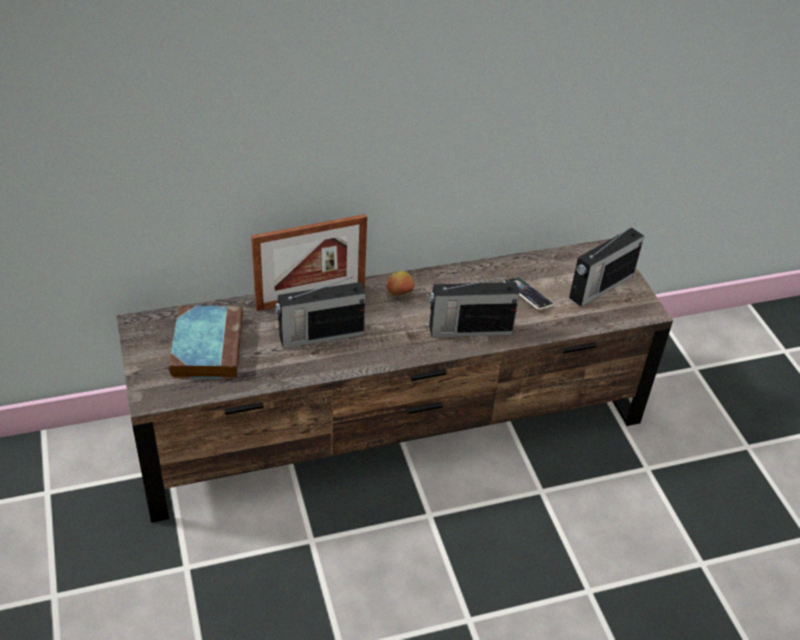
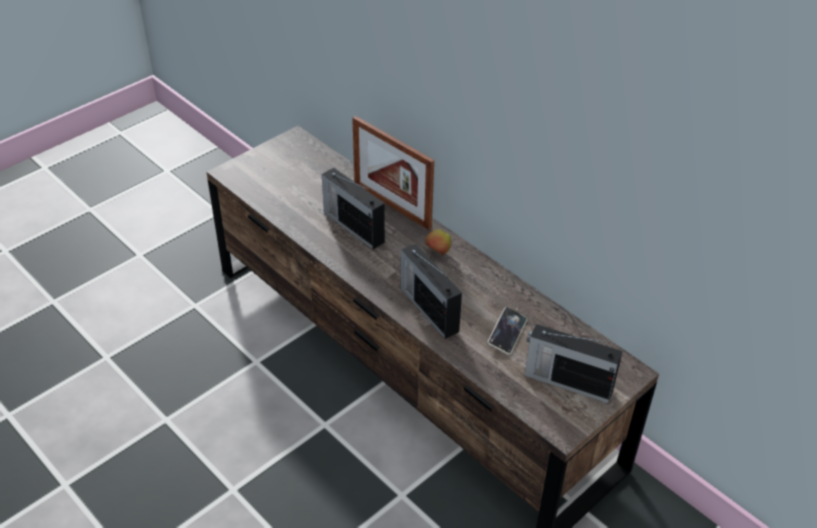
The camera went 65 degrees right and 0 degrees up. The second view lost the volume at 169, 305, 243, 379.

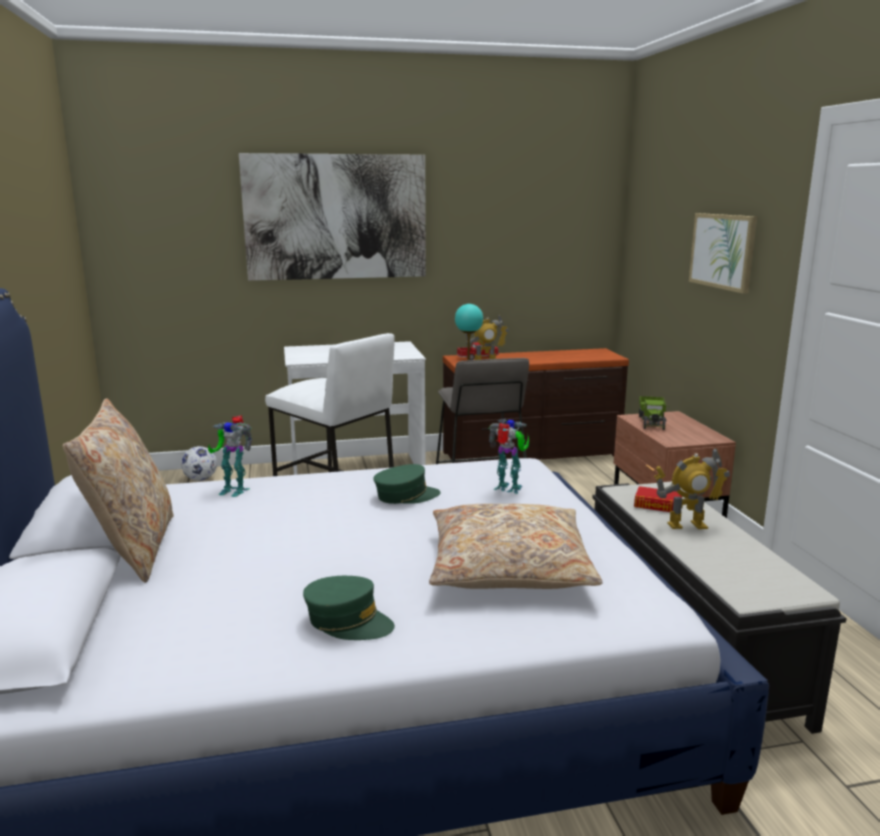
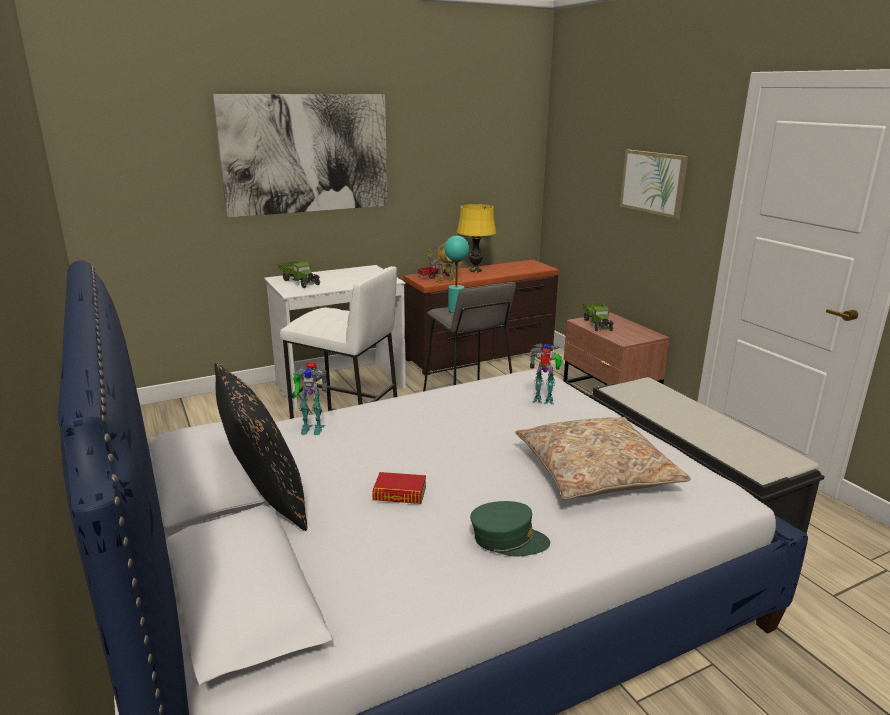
The camera went 15 degrees left and 5 degrees up. The second view lost the football ball at 181, 446, 217, 481. The second view lost the greenish peaked cap at 373, 464, 441, 504. The second view lost the toy robot at 654, 448, 730, 529. The second view gained the toy lorry at 278, 261, 320, 288. The second view gained the yellowish tabletop lamp at 457, 204, 496, 272. The volume ended up elsewhere, having gone from 634, 486, 682, 512 to 372, 472, 426, 504. What was the beige pillow at 62, 398, 174, 583 turned into the black-coloured pillow at 215, 363, 307, 531.

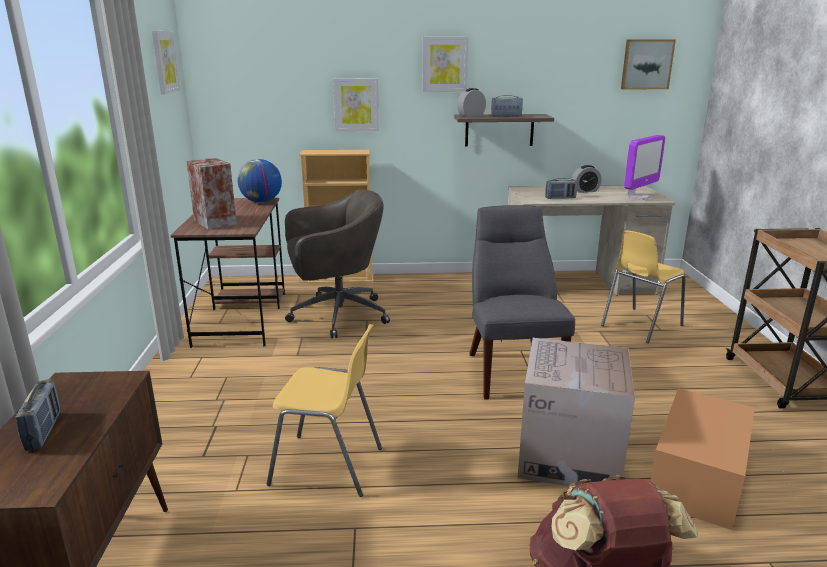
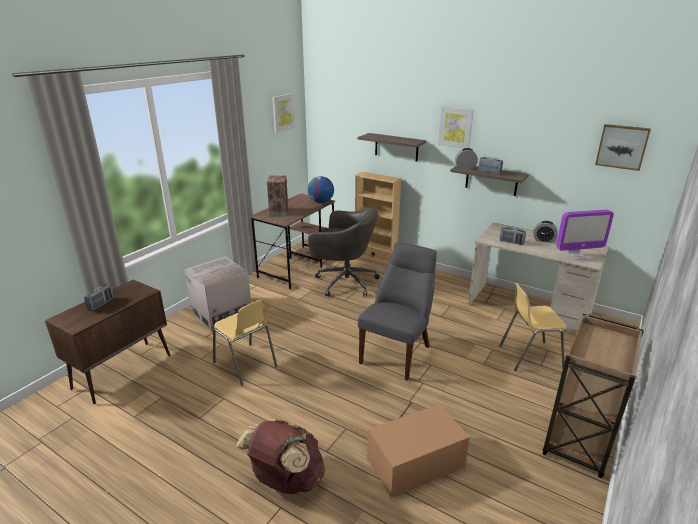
The camera went 35 degrees right and 5 degrees up. The packing box ended up elsewhere, having gone from 518, 338, 635, 486 to 184, 256, 251, 332. Where the wall art hung at 333, 78, 379, 131, the shelf came to hang at 358, 133, 427, 162.

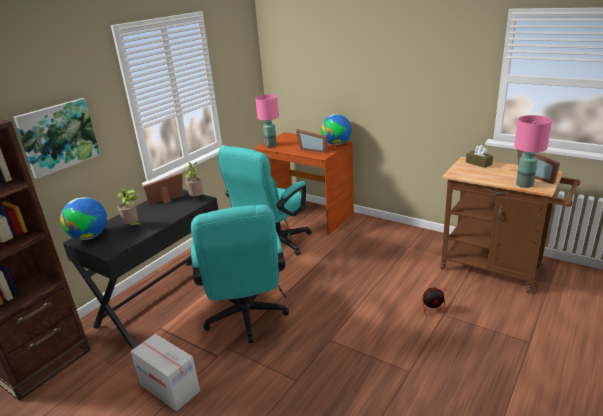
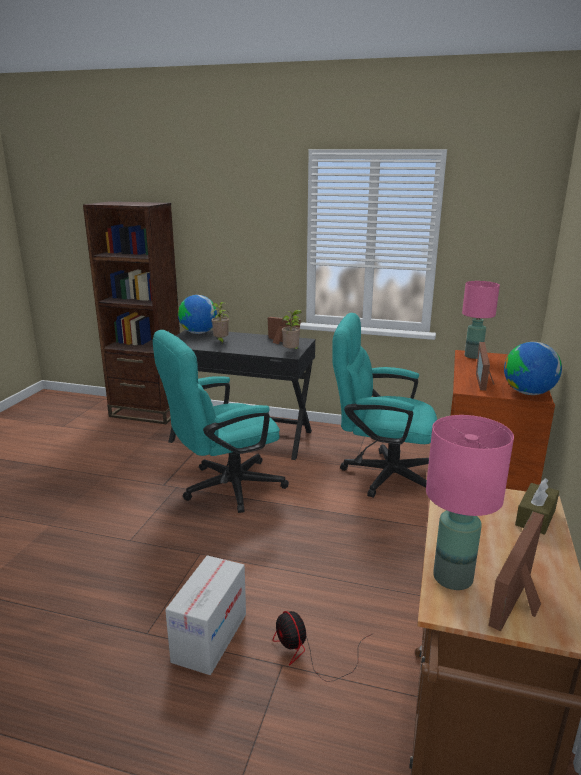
The camera went 70 degrees right and 5 degrees down. The second view lost the wall art at 13, 98, 100, 179. The packing box ended up elsewhere, having gone from 131, 334, 200, 411 to 165, 555, 246, 675.

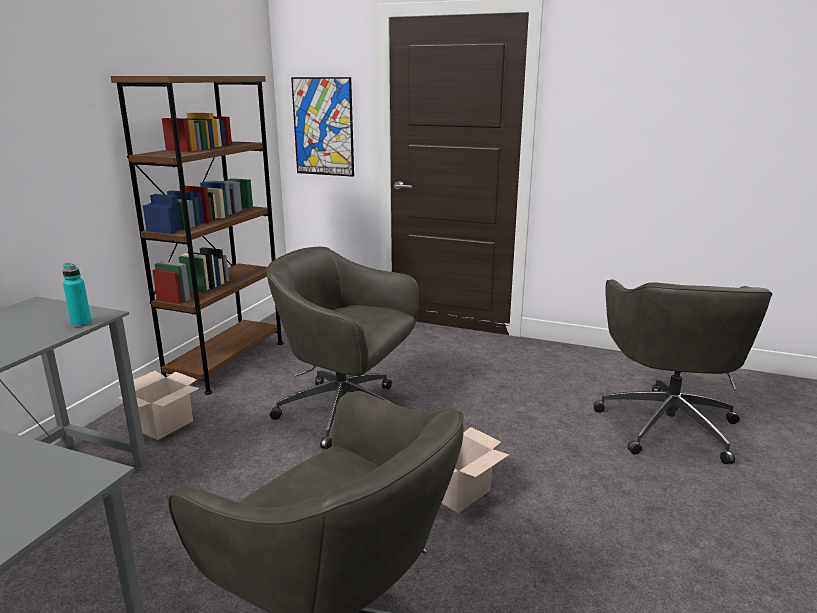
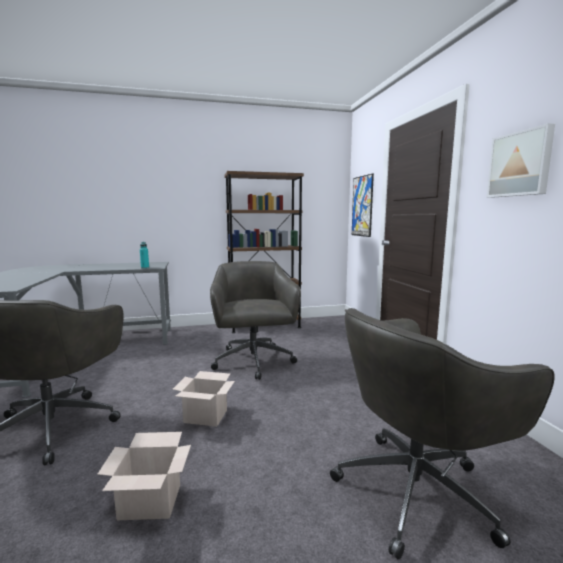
The camera went 55 degrees right and 10 degrees down. The second view gained the wall art at 487, 123, 555, 198. The packing box ended up elsewhere, having gone from 118, 371, 200, 440 to 97, 432, 191, 520.

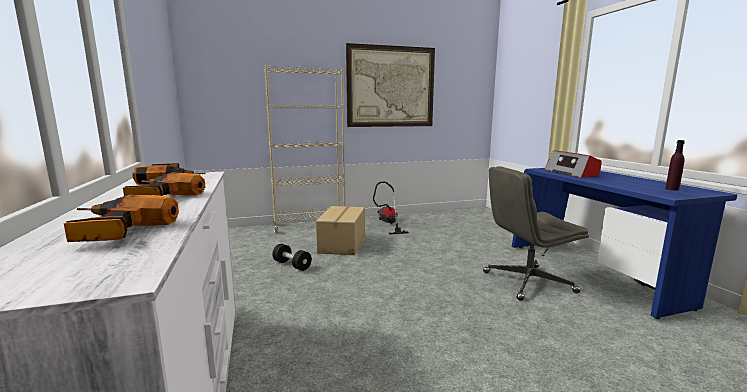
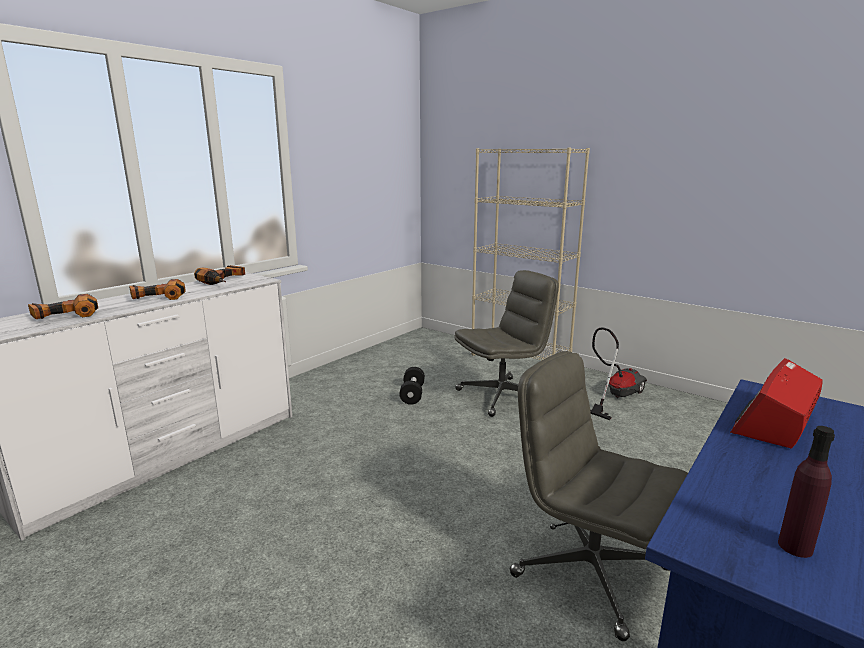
The camera went 55 degrees right and 5 degrees up. The second view lost the wall art at 346, 43, 435, 127. Where the packing box stood at 316, 206, 365, 255, the greyish office chair came to stand at 454, 270, 559, 417.

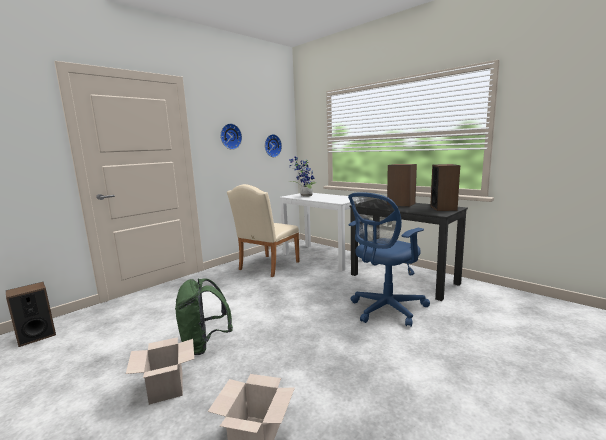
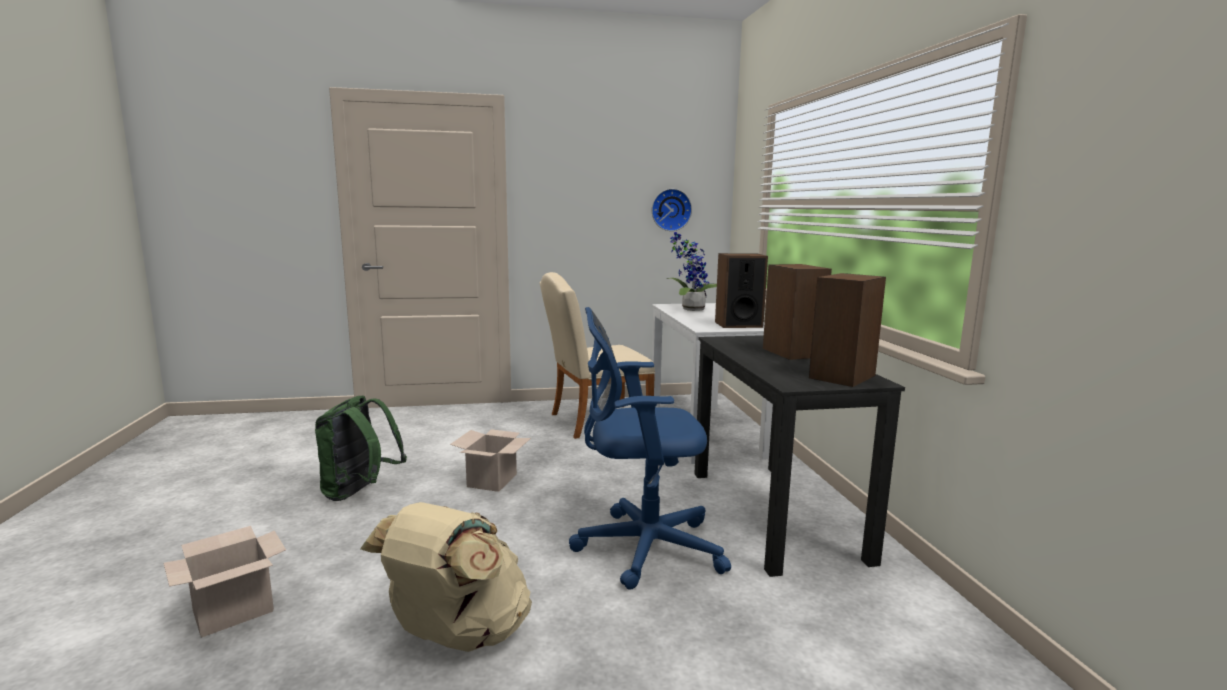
The camera went 35 degrees right and 0 degrees up. The second view lost the clock on the wall at 220, 123, 242, 150. The second view gained the beige backpack at 360, 502, 532, 652. The audio speaker ended up elsewhere, having gone from 6, 282, 56, 347 to 715, 253, 768, 328. The packing box ended up elsewhere, having gone from 126, 337, 194, 405 to 450, 429, 531, 492.

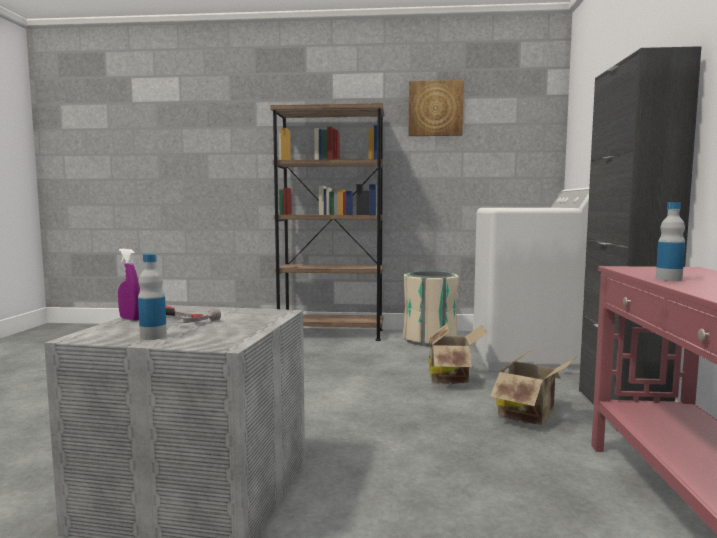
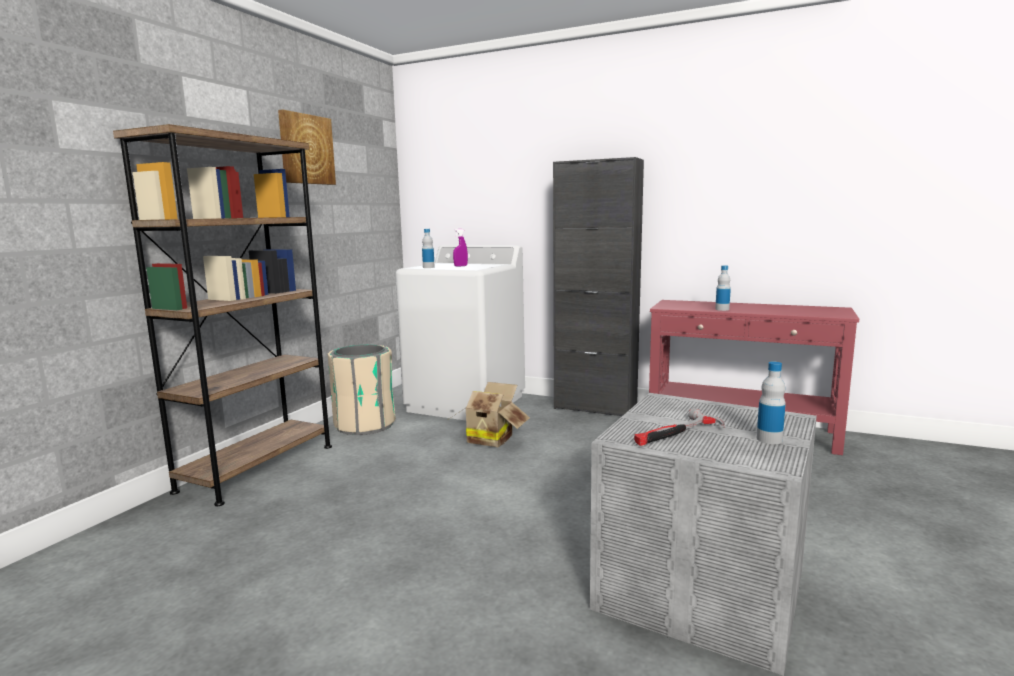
The camera went 70 degrees left and 5 degrees up. The second view lost the packing box at 490, 349, 578, 425. The second view gained the beverage bottle at 422, 229, 435, 268. The purple-coloured hand sprayer ended up elsewhere, having gone from 118, 248, 140, 321 to 453, 229, 468, 267.

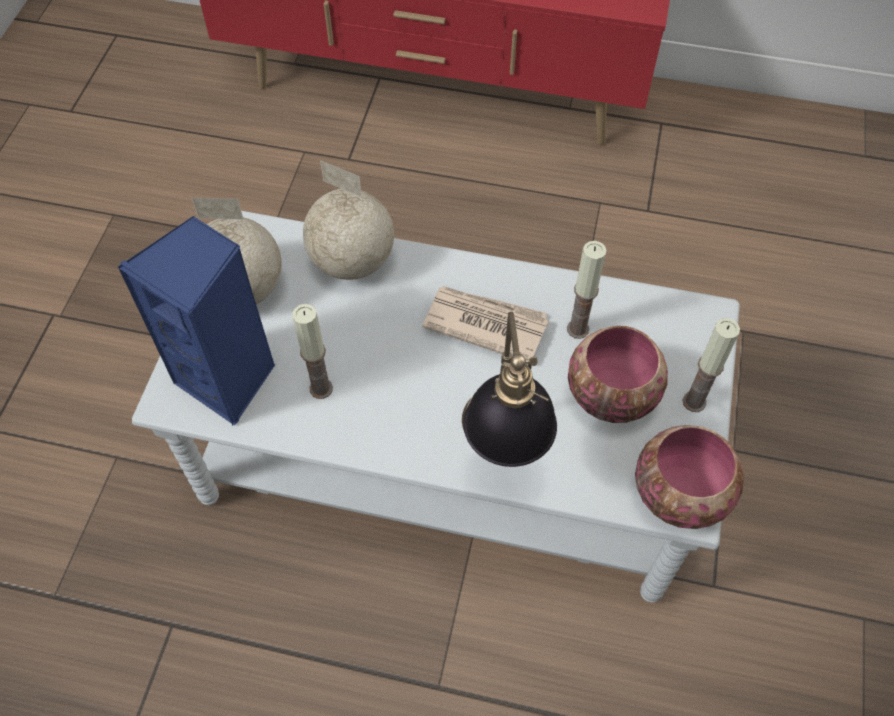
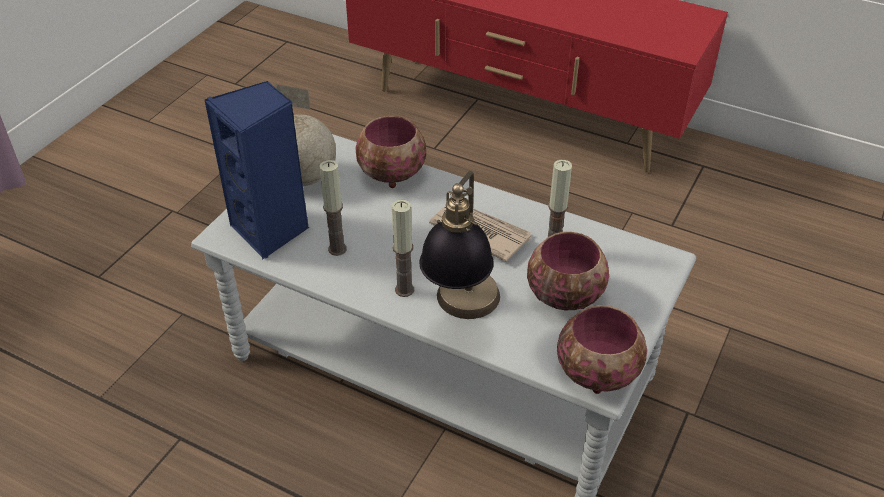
The camera went 15 degrees right and 15 degrees down. The wax candle ended up elsewhere, having gone from 683, 318, 740, 412 to 392, 200, 414, 297. Where the globe stood at 303, 160, 394, 280, the serving bowl came to stand at 355, 116, 426, 188.

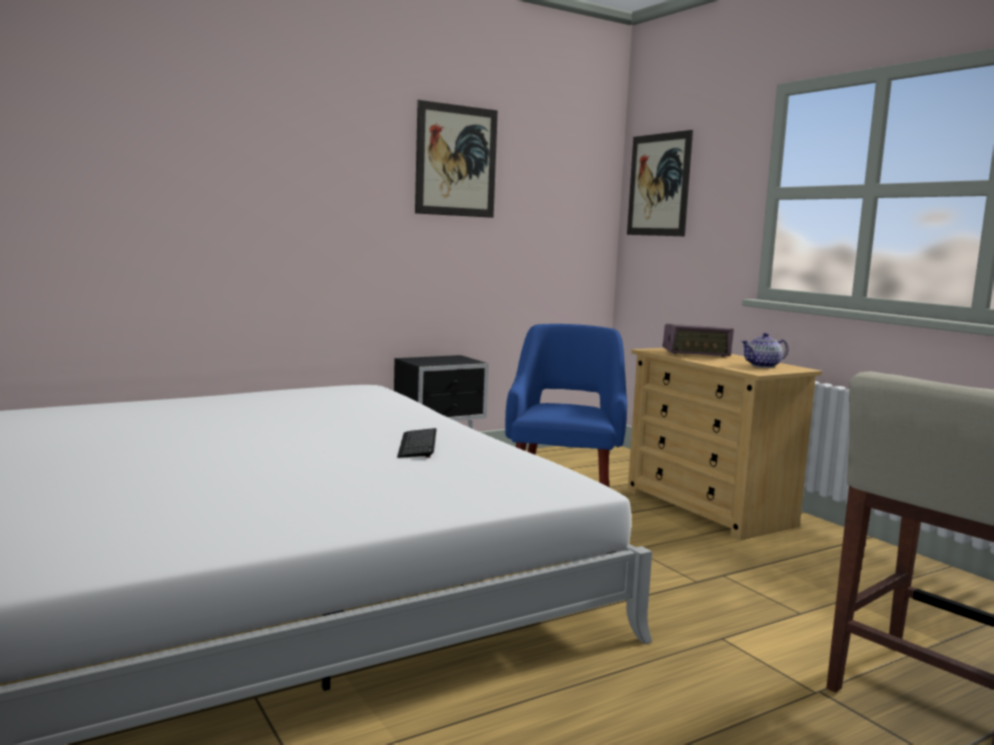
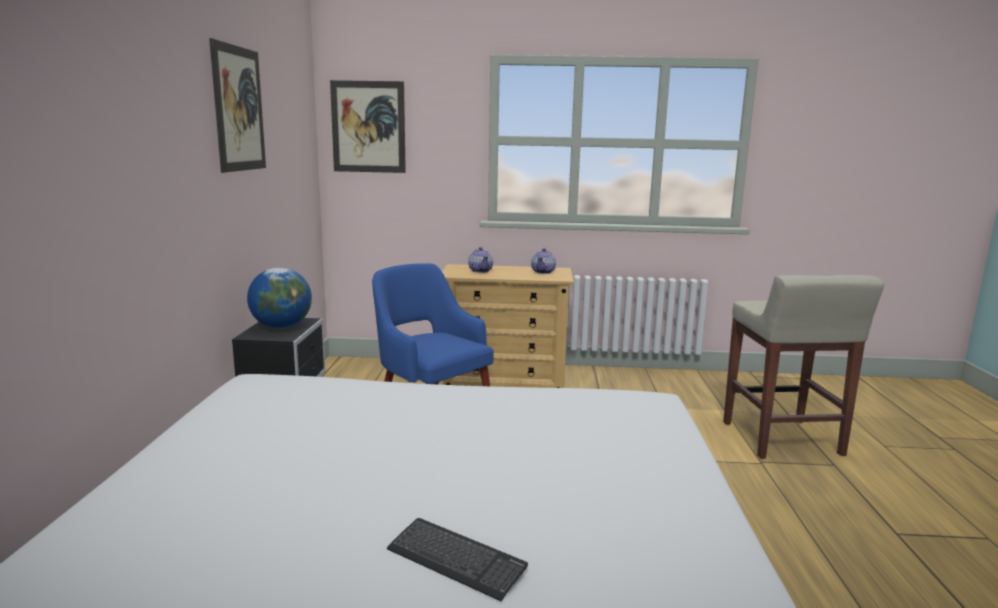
The camera went 55 degrees left and 5 degrees up. The second view gained the globe at 247, 267, 312, 329. The keyboard ended up elsewhere, having gone from 397, 428, 437, 458 to 387, 518, 528, 601. Where the radio receiver stood at 663, 324, 734, 357, the teapot came to stand at 468, 247, 493, 273.

